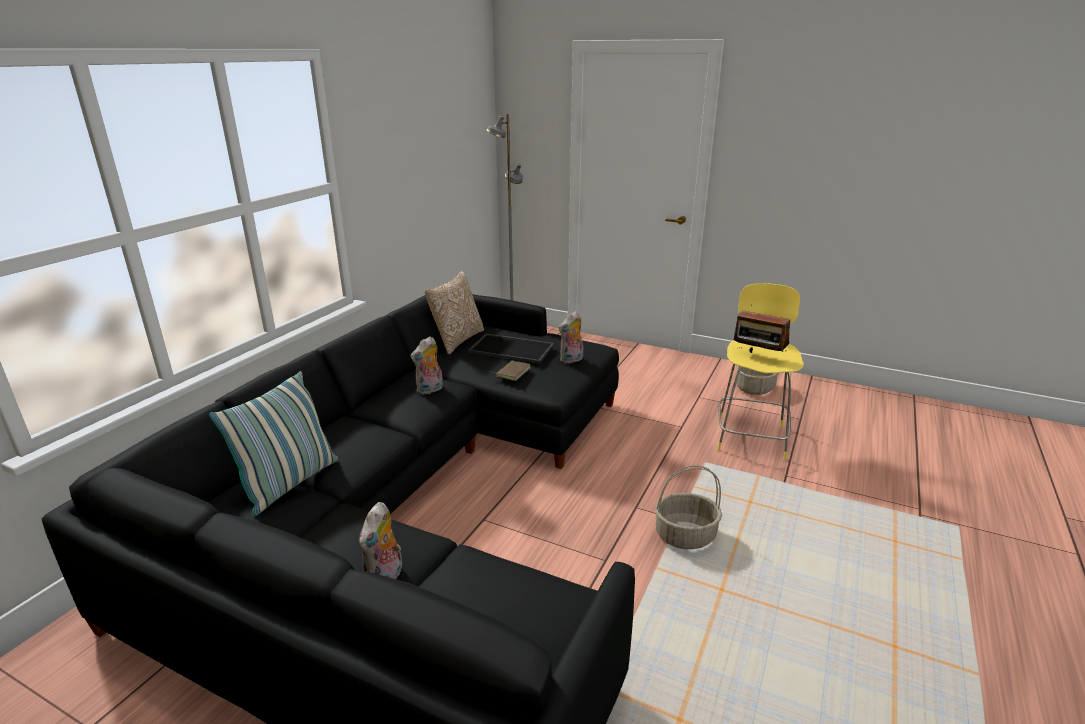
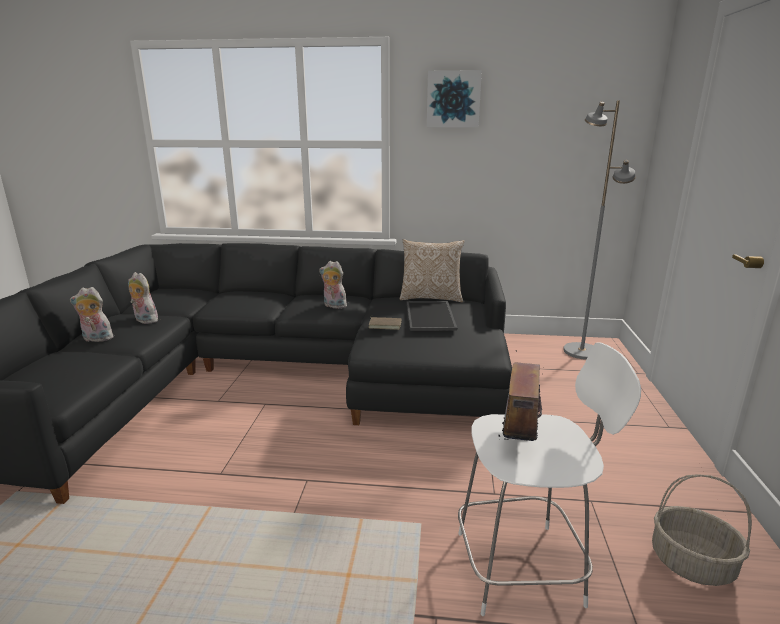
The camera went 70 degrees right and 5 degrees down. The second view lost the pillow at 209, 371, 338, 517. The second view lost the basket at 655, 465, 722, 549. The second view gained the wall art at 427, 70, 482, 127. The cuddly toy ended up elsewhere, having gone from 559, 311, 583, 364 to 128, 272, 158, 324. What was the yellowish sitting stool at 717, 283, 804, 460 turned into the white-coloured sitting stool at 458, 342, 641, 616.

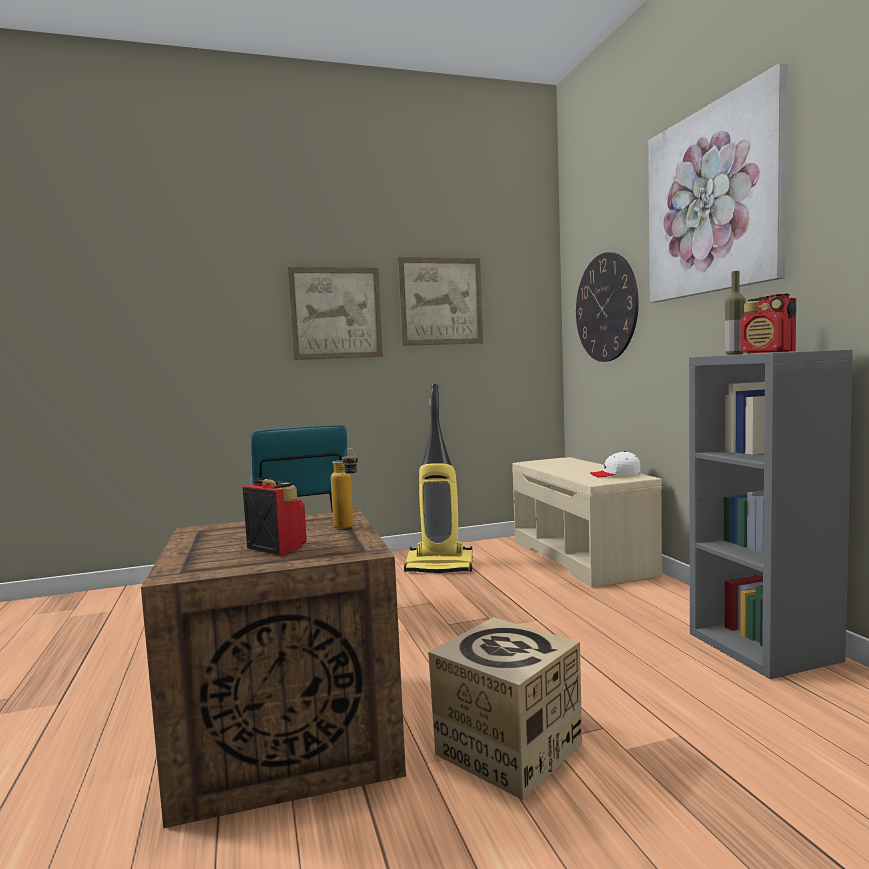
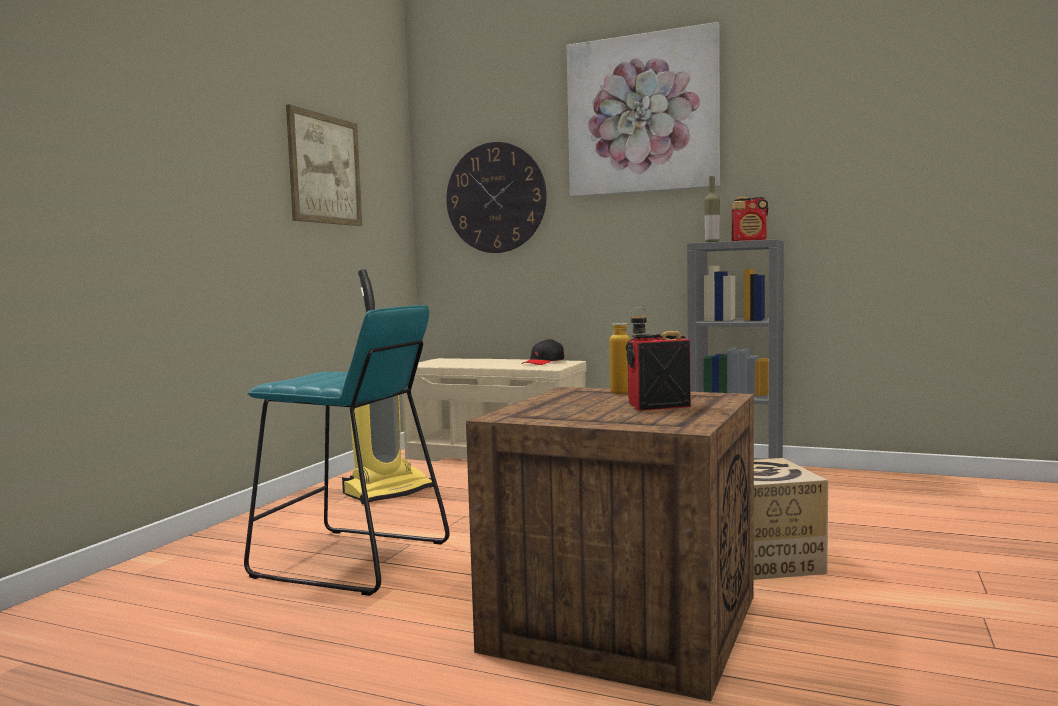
The camera went 50 degrees left and 0 degrees up. The second view lost the wall art at 288, 267, 383, 360. What was the white-coloured peaked cap at 590, 451, 640, 477 turned into the black-coloured peaked cap at 522, 339, 564, 365.

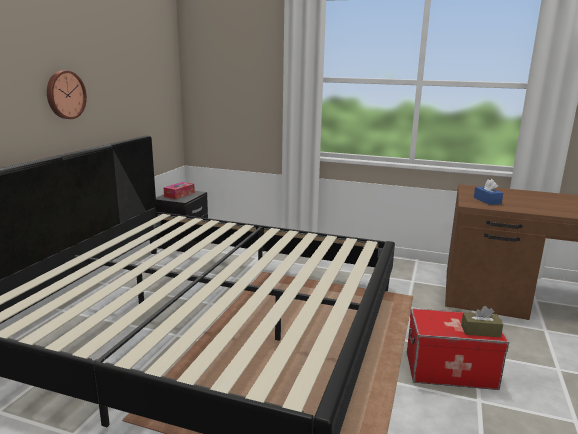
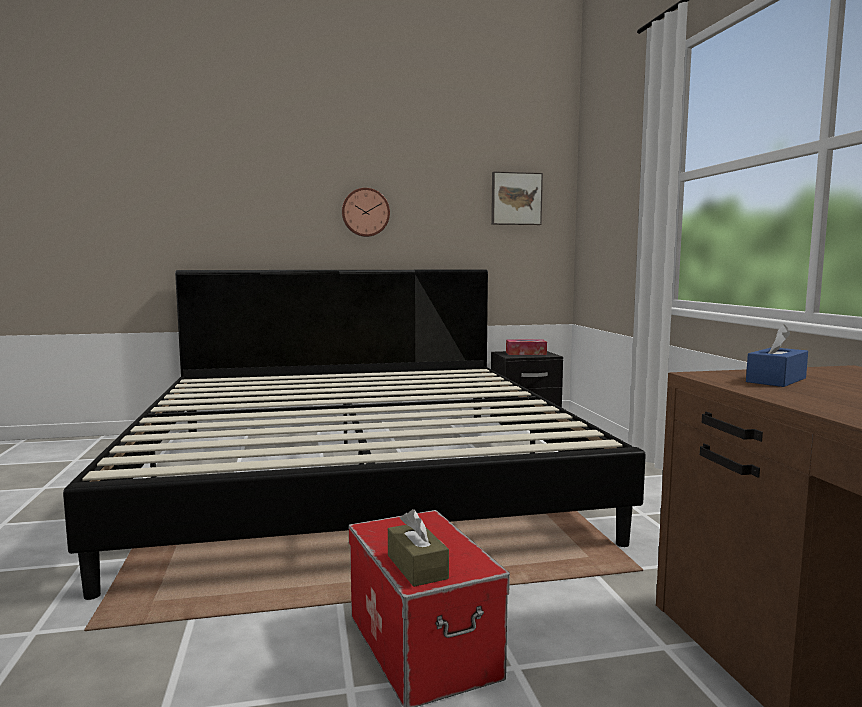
The camera went 60 degrees right and 10 degrees down. The second view gained the wall art at 491, 171, 543, 225.

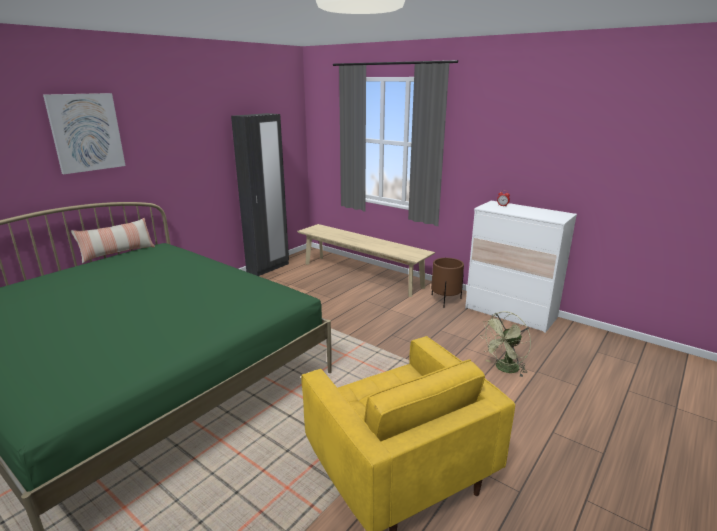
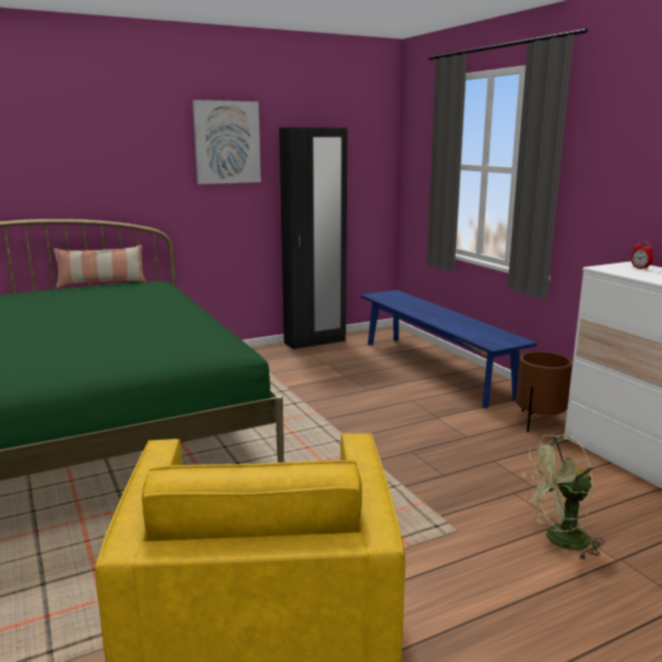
The camera went 25 degrees right and 5 degrees down. The wall art ended up elsewhere, having gone from 43, 93, 126, 174 to 192, 100, 261, 184. What was the beige bench at 297, 224, 435, 297 turned into the blue-coloured bench at 360, 290, 538, 409.

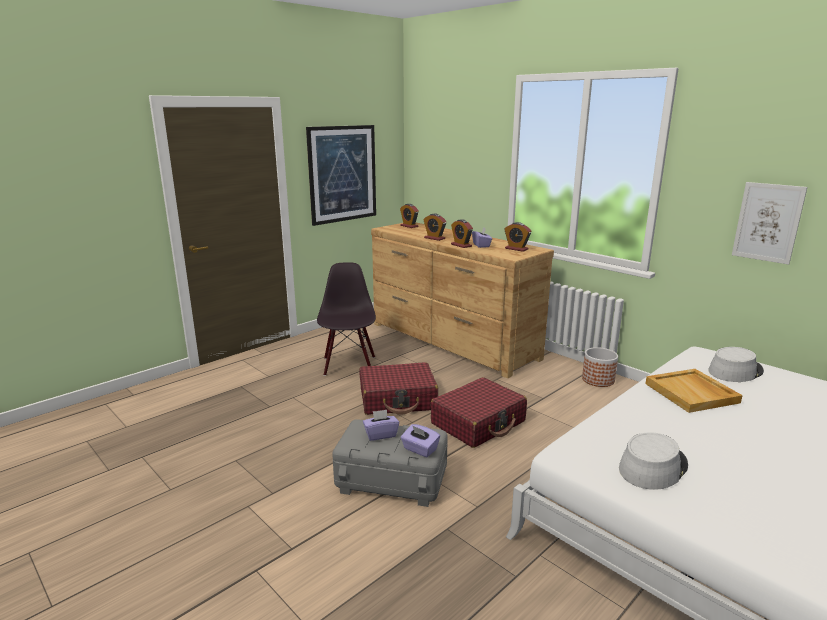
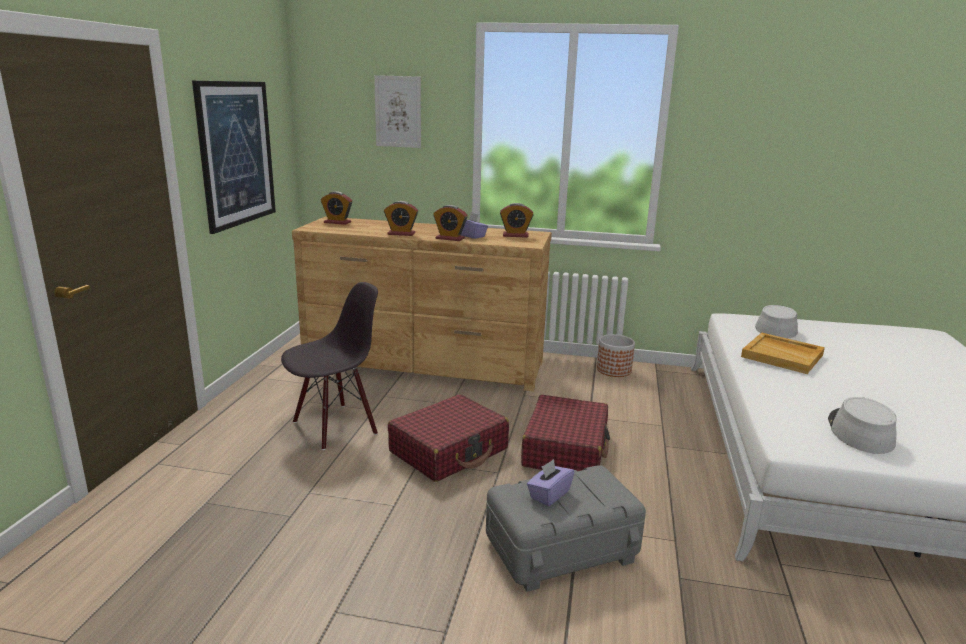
The camera went 35 degrees left and 0 degrees up. The second view lost the purple-coloured tissue box at 401, 424, 440, 457. The wall art ended up elsewhere, having gone from 732, 182, 807, 265 to 374, 75, 421, 148. The black-coloured chair at 317, 262, 376, 376 ended up facing another way, 90 degrees clockwise from before.

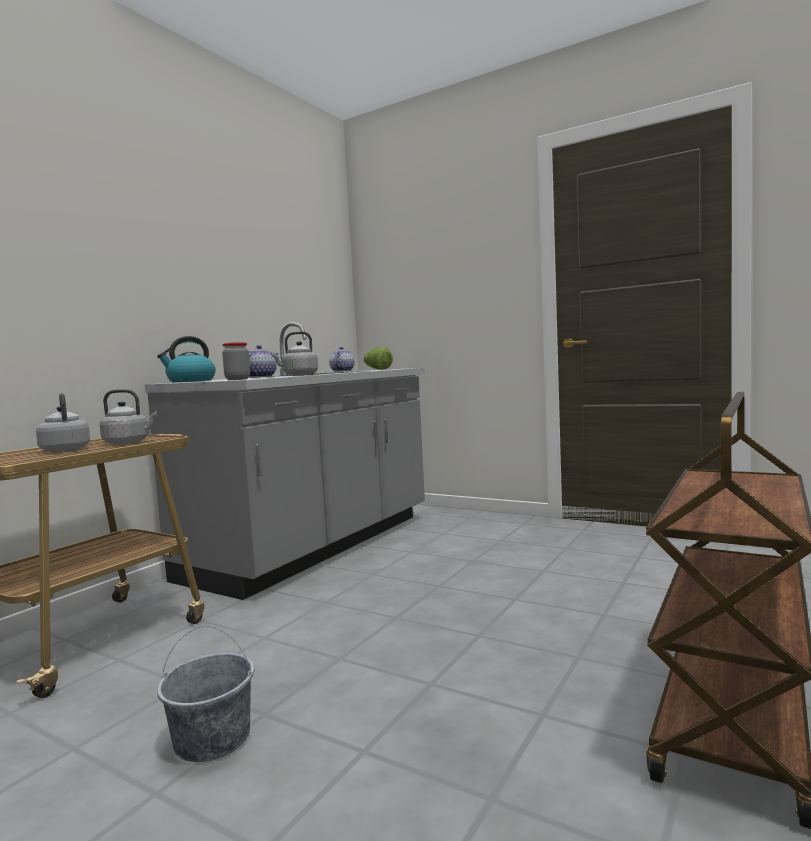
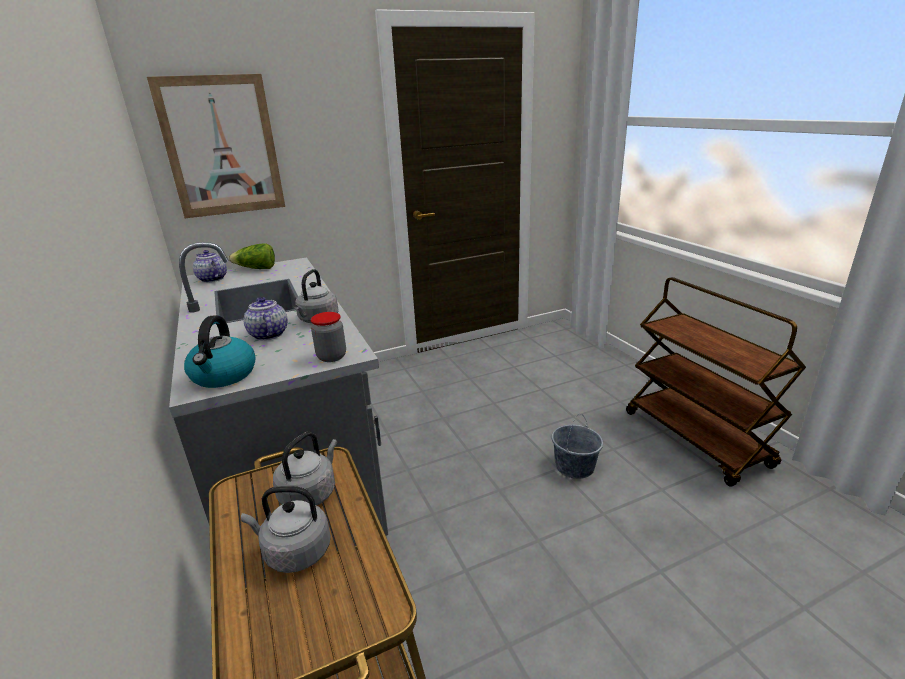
The camera went 55 degrees left and 20 degrees up. The second view gained the wall art at 147, 74, 285, 218. The greyish bucket ended up elsewhere, having gone from 157, 625, 255, 762 to 551, 414, 603, 479.

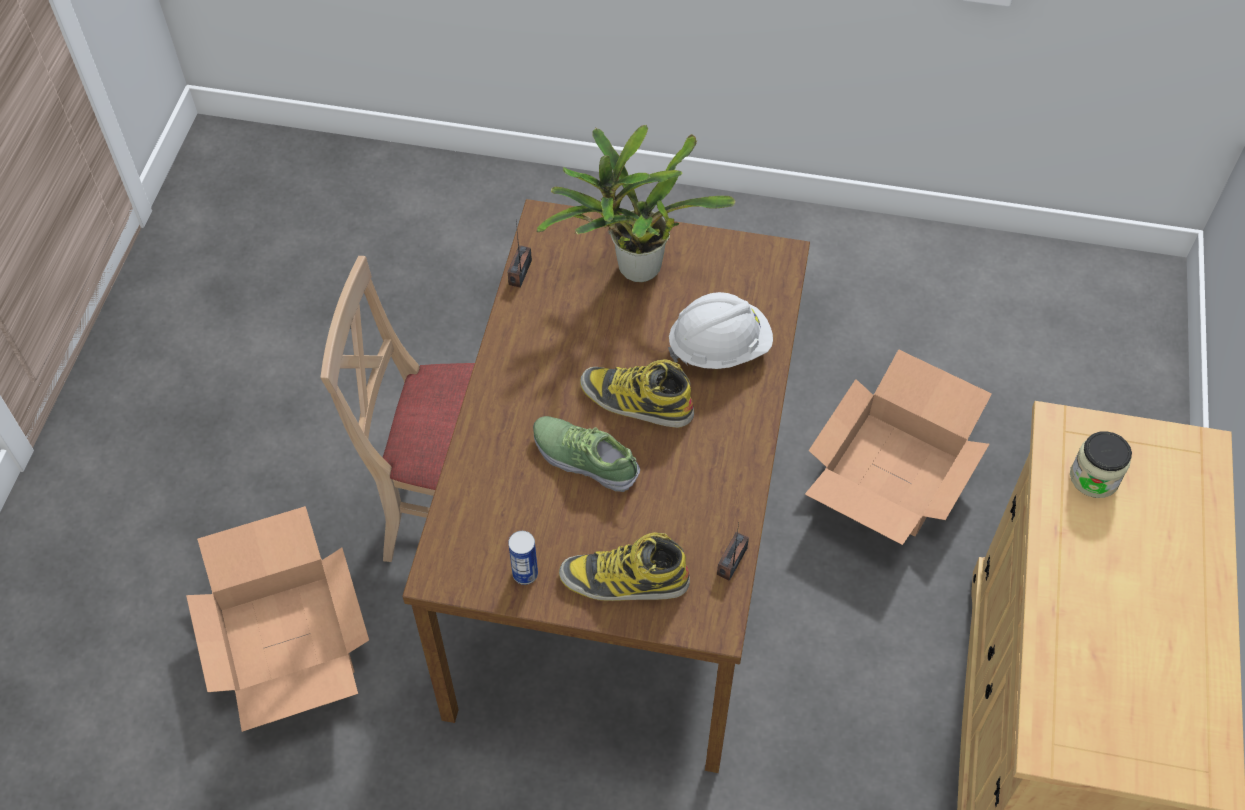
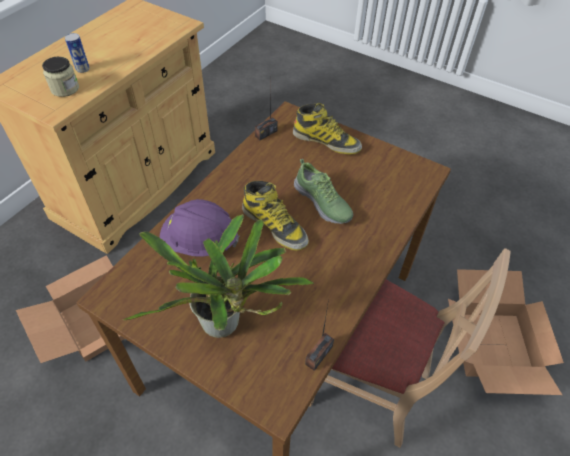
The camera went 160 degrees left and 5 degrees down. The metal can ended up elsewhere, having gone from 508, 531, 538, 585 to 65, 33, 90, 73. What was the white-coloured hard hat at 668, 292, 773, 369 turned into the purple-coloured hard hat at 160, 199, 239, 257.

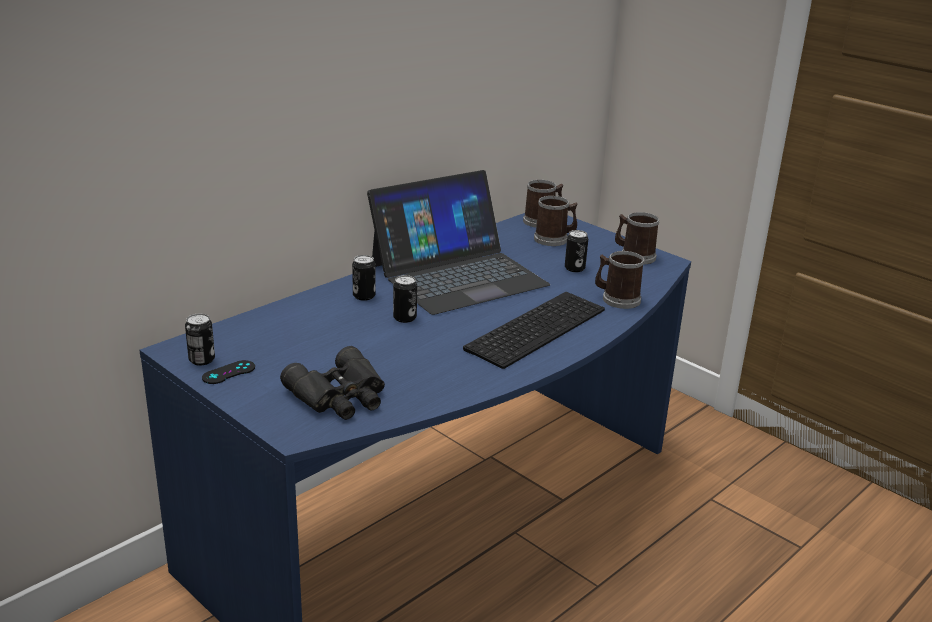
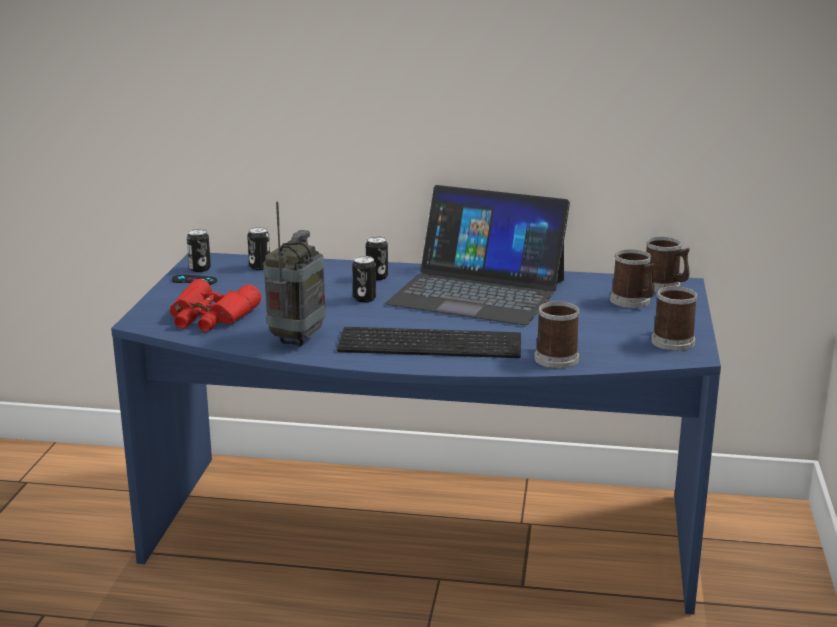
The camera went 55 degrees right and 5 degrees down. The second view gained the radio receiver at 263, 202, 325, 346. The metal can ended up elsewhere, having gone from 565, 230, 588, 272 to 247, 227, 270, 270. What was the black-coloured binoculars at 280, 346, 385, 420 turned into the red-coloured binoculars at 170, 279, 261, 331.

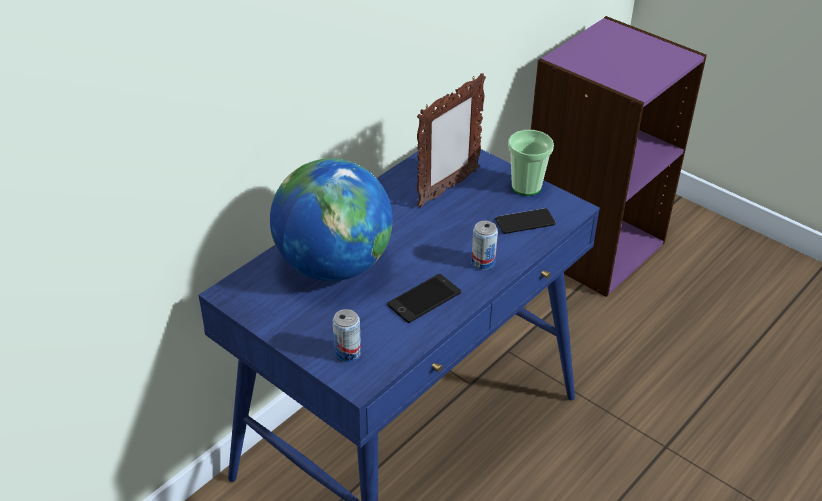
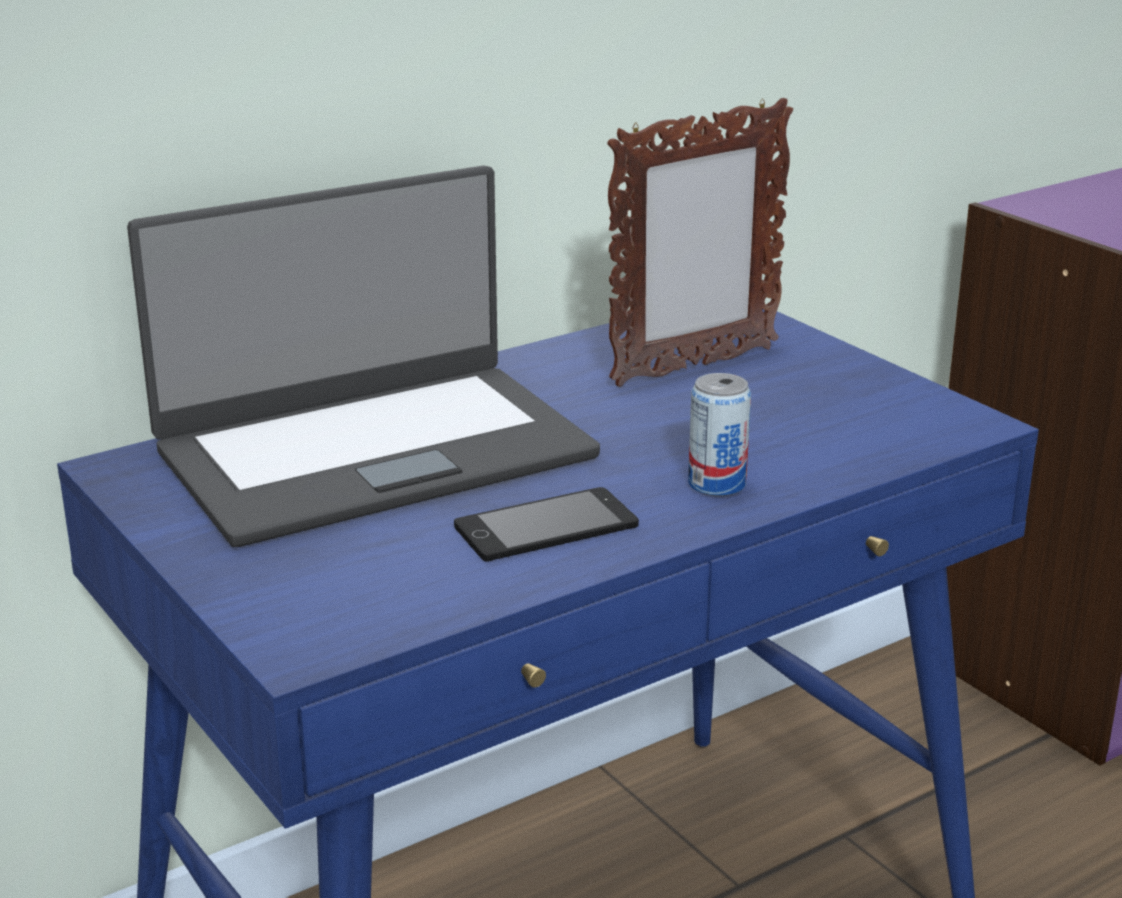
The camera went 15 degrees right and 15 degrees down. The second view lost the metal can at 333, 309, 361, 363. The second view lost the telephone at 495, 208, 556, 234. The second view lost the cup at 508, 130, 554, 196. Where the globe stood at 270, 158, 393, 281, the portable computer came to stand at 127, 165, 600, 547.

